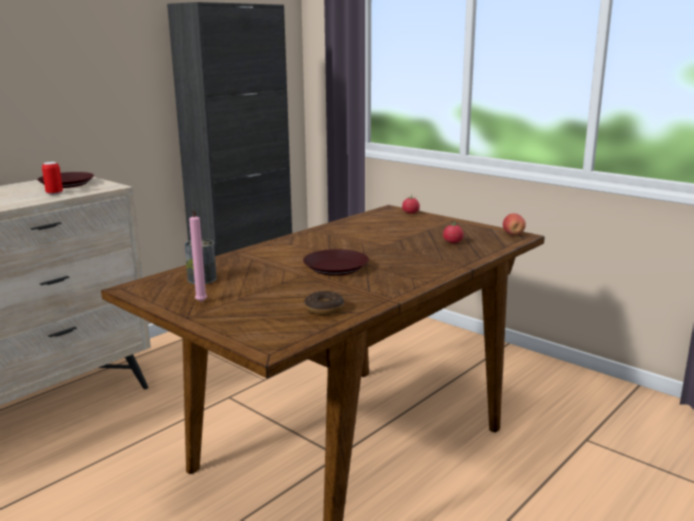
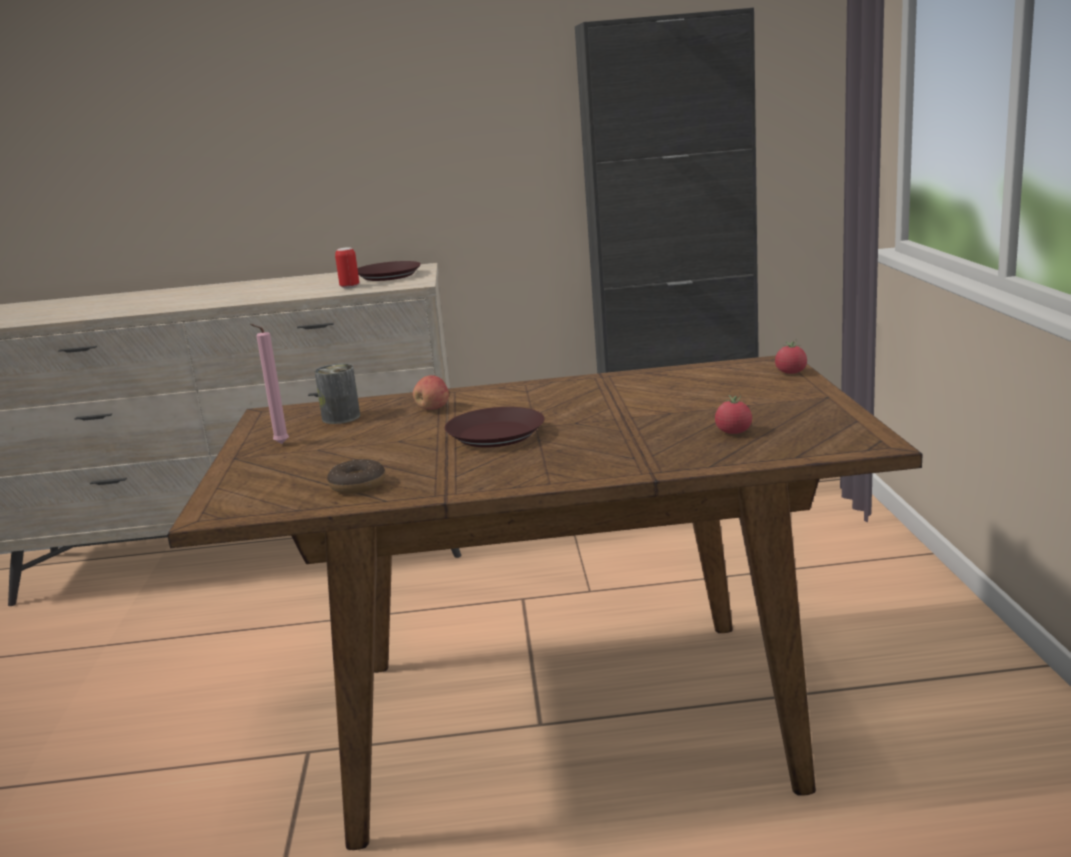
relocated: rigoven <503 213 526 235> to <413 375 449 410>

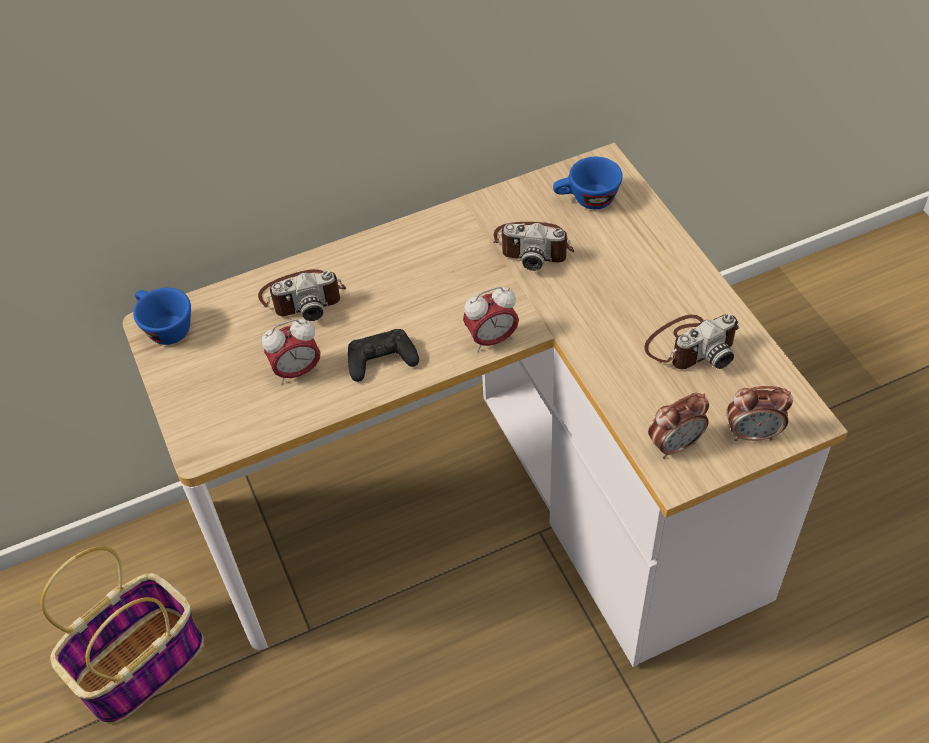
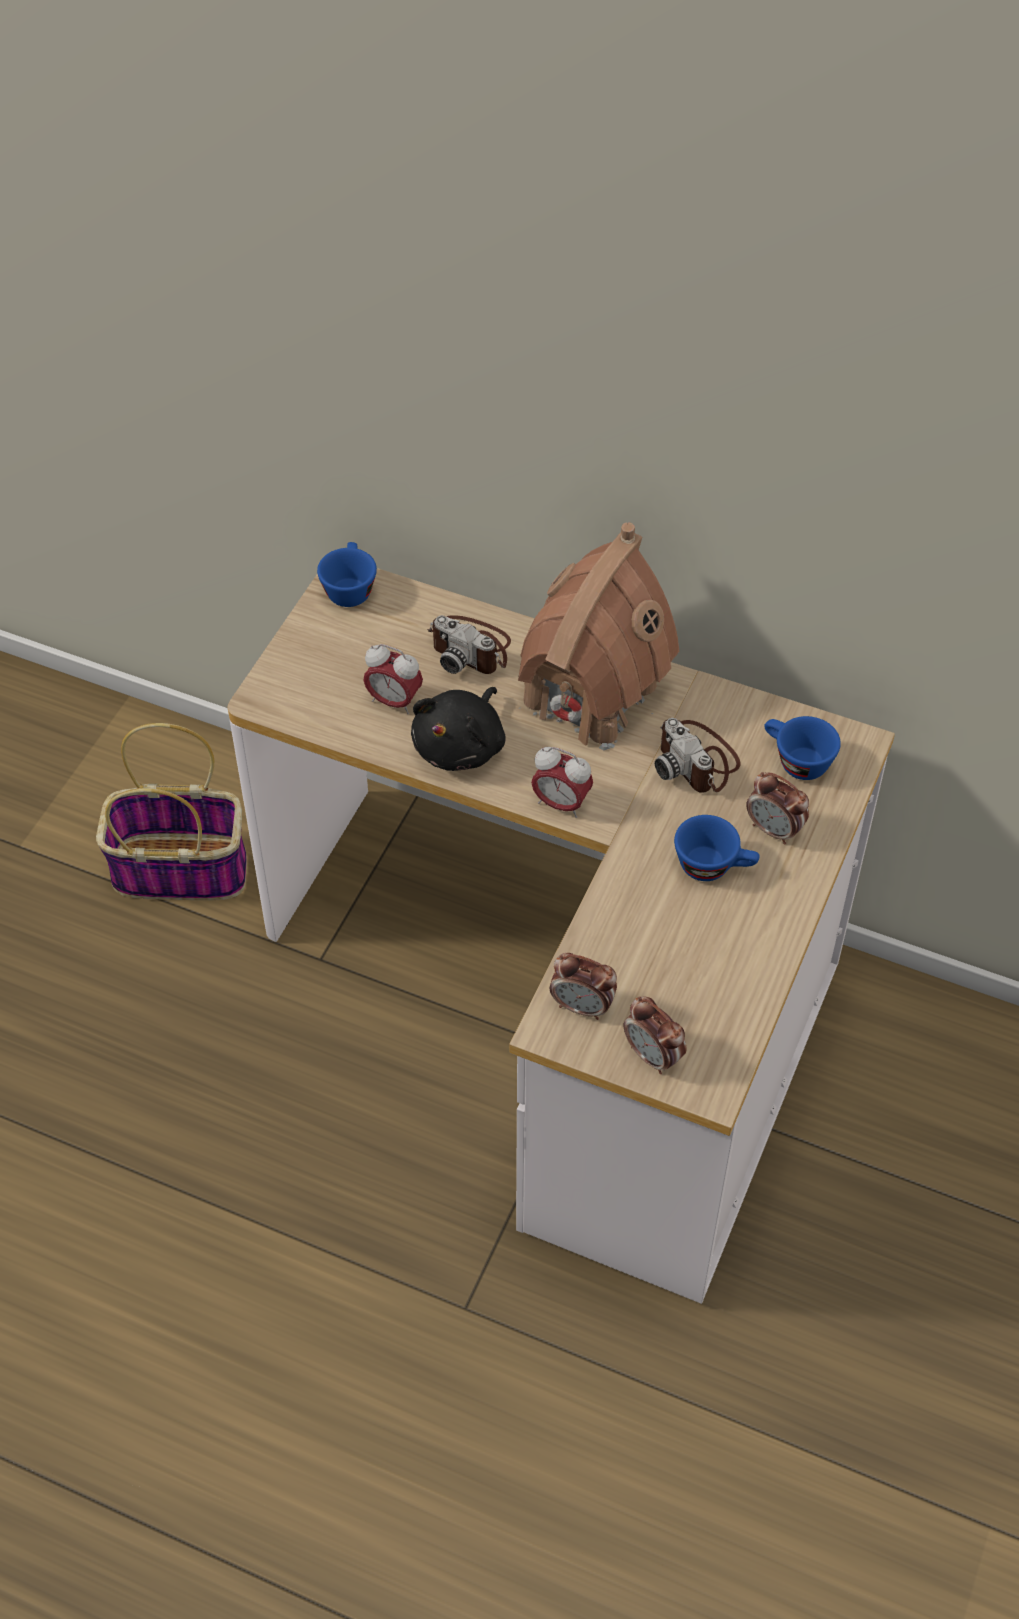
missing: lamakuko <644 314 739 369>
appeared: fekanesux <518 522 680 751>; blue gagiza <674 815 760 881>; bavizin <746 772 809 845>
exchanged: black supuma <348 329 419 382> to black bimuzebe <411 687 506 771>

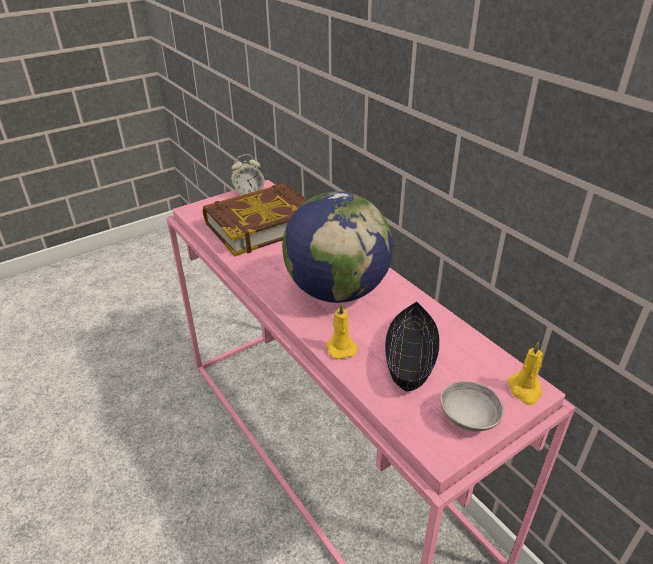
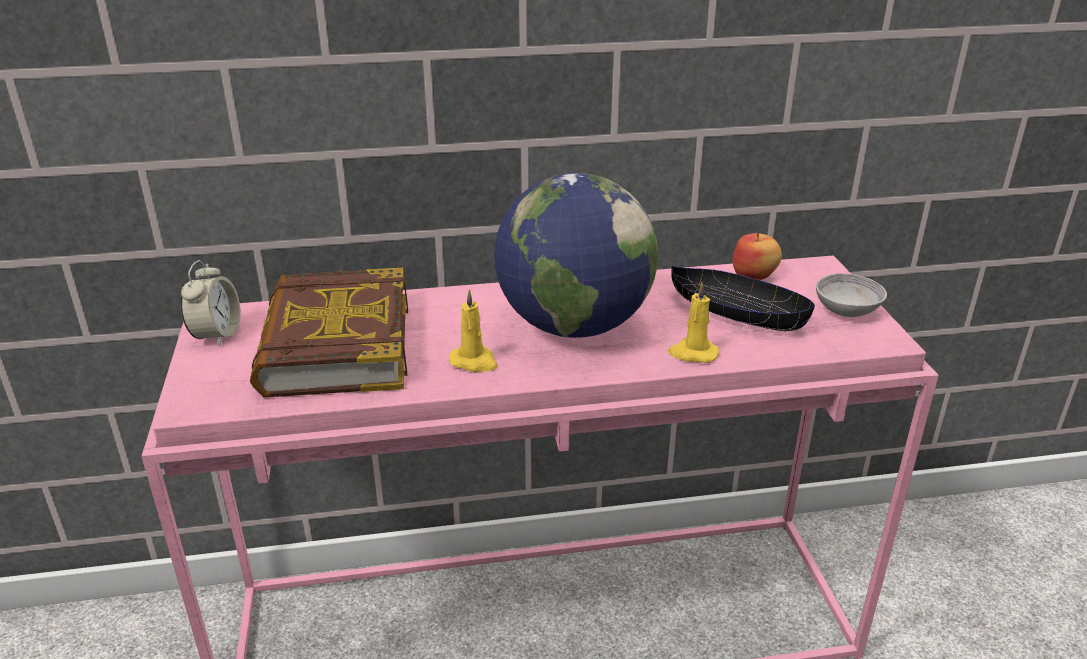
appeared: rigoven <732 233 782 280>
relocated: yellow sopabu <507 341 543 405> to <449 289 498 372>

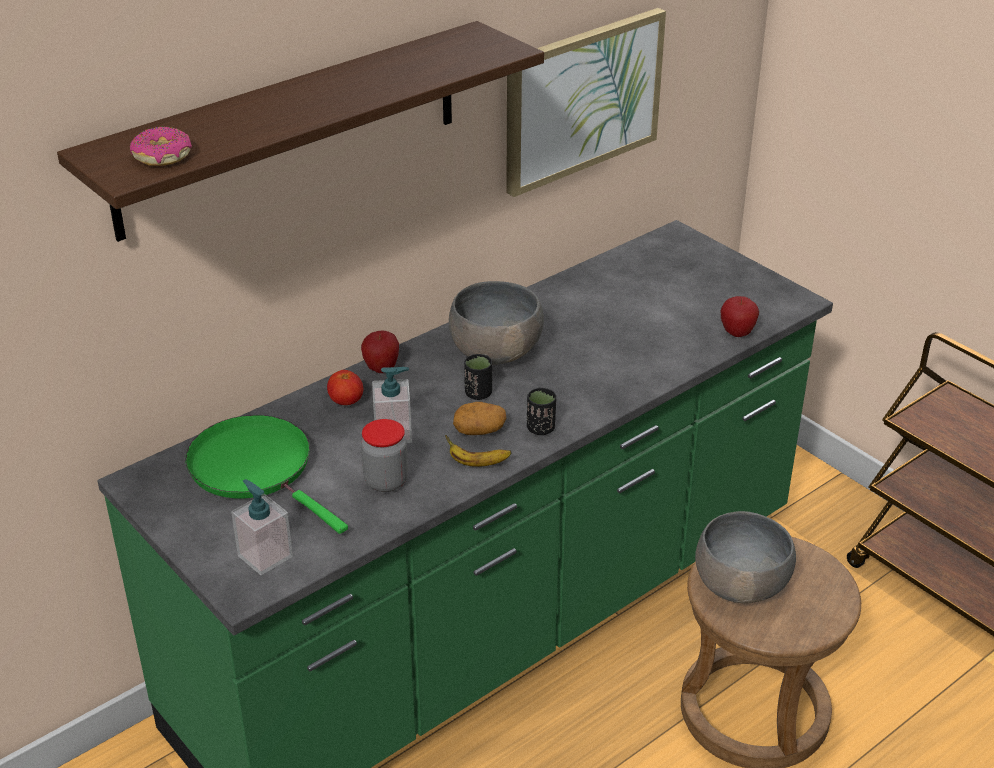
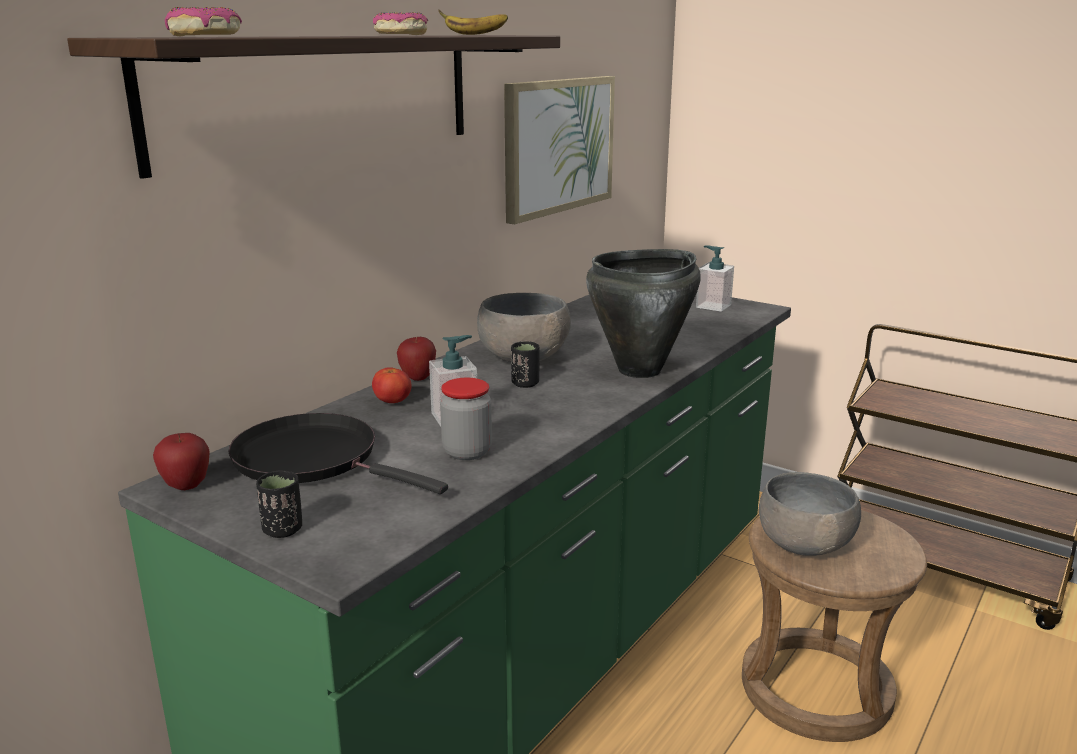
missing: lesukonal <453 402 507 435>
appeared: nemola <373 12 428 35>; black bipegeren <586 249 701 378>
relocated: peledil <231 479 293 575> to <696 245 734 312>; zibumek <445 435 512 467> to <438 10 508 35>; black gagiza <527 388 556 435> to <256 471 302 538>; rigoven <721 296 759 337> to <153 433 210 490>
colour: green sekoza <185 415 348 534> to black sekoza <228 413 448 494>

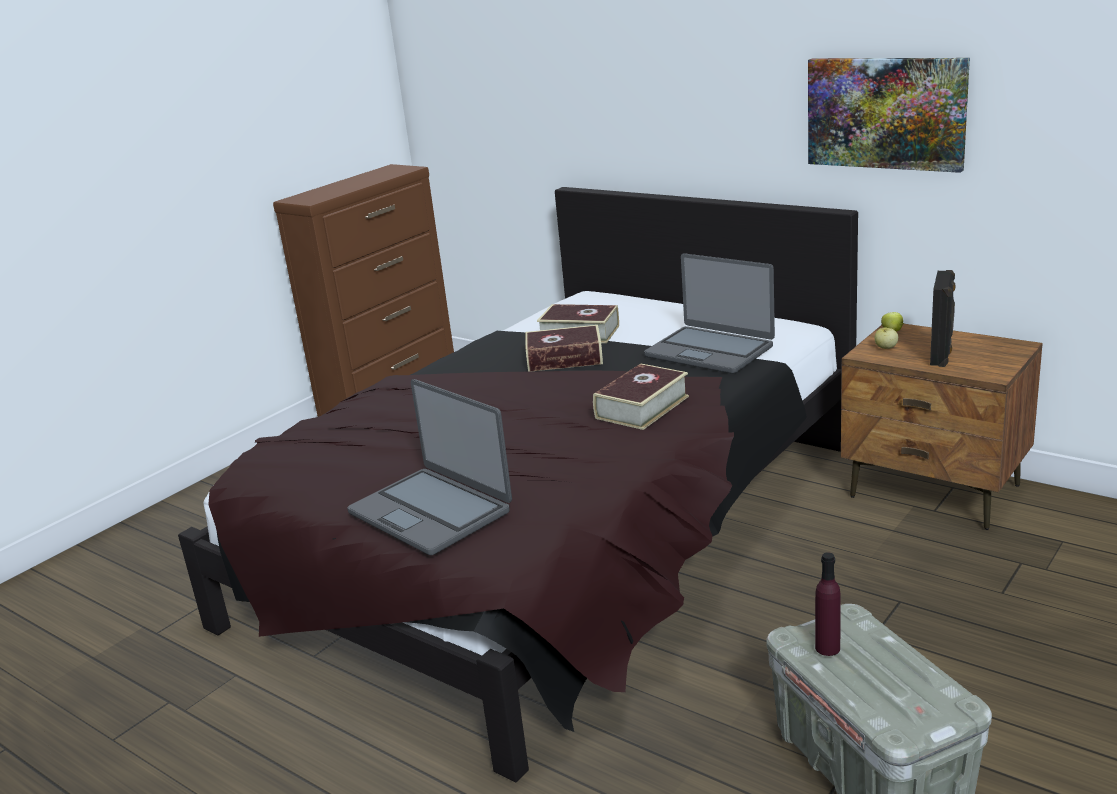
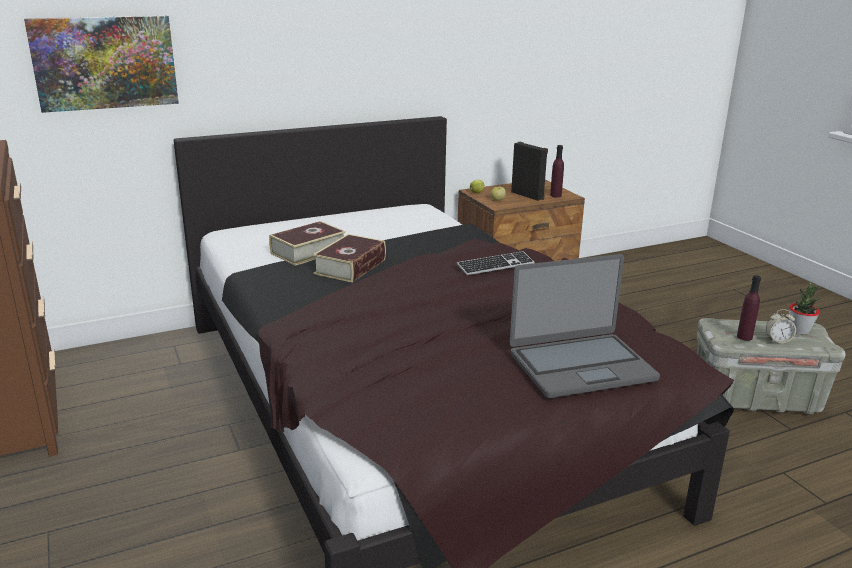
missing: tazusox <644 253 775 374>
appeared: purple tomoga <550 145 564 198>; bavizin <766 309 796 343>; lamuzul <789 282 820 335>
relocated: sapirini <808 58 970 173> to <24 15 179 113>
exchanged: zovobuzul <593 363 689 430> to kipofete <457 251 535 275>

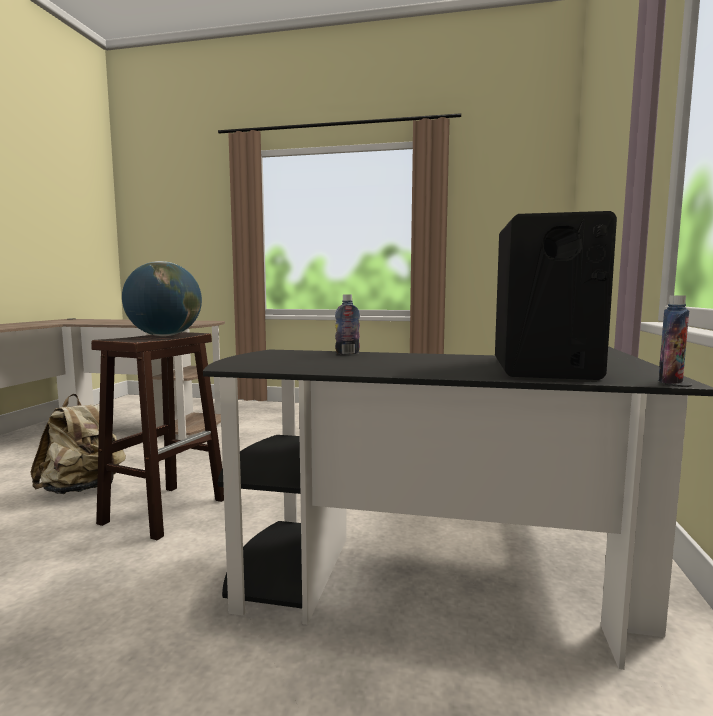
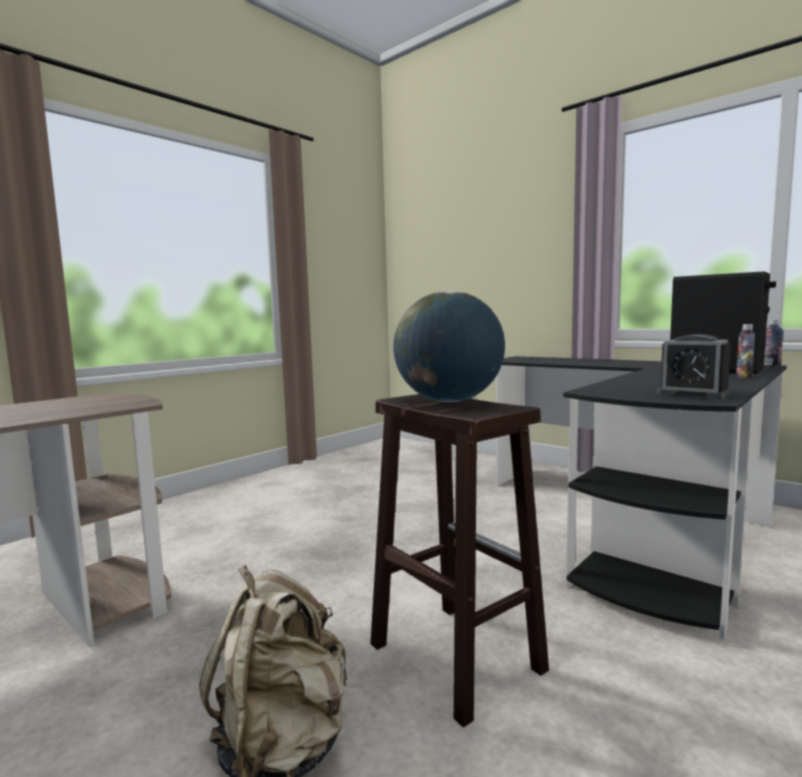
appeared: bavizin <657 334 731 399>
relocated: tomoga <335 294 360 354> to <736 324 755 378>

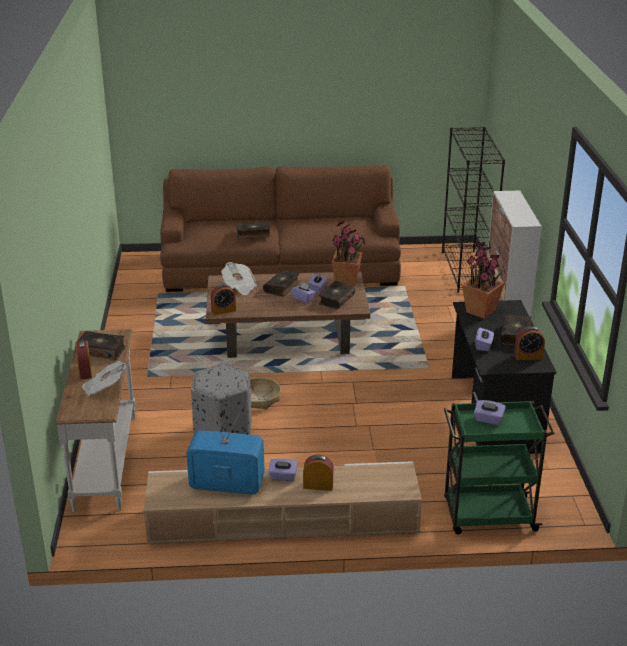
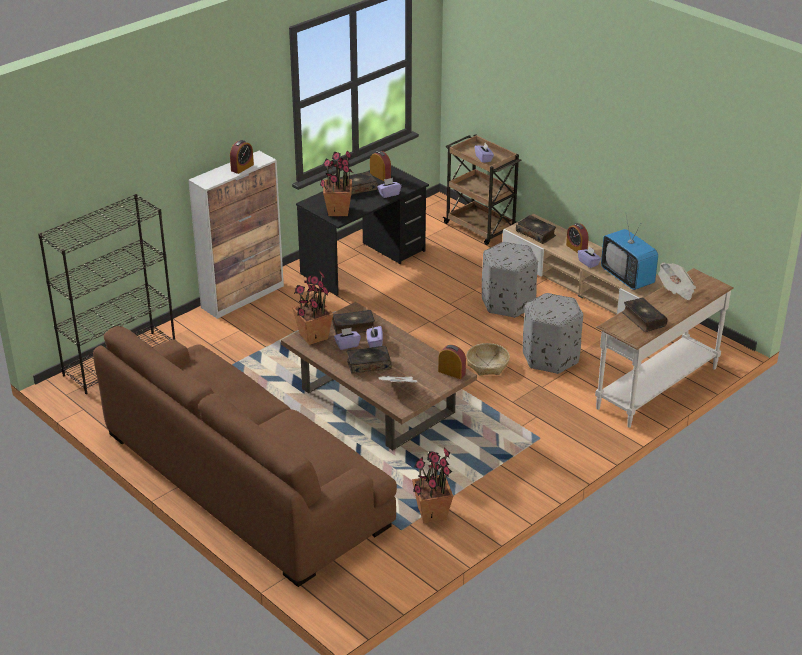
appeared: lamuzul <412 447 453 523>; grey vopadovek <482 242 538 318>
relocated: bavizin <75 340 92 380> to <230 140 254 174>; zovobuzul <237 222 270 240> to <516 215 556 244>
colour: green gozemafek <444 401 555 535> to brown gozemafek <443 134 521 245>

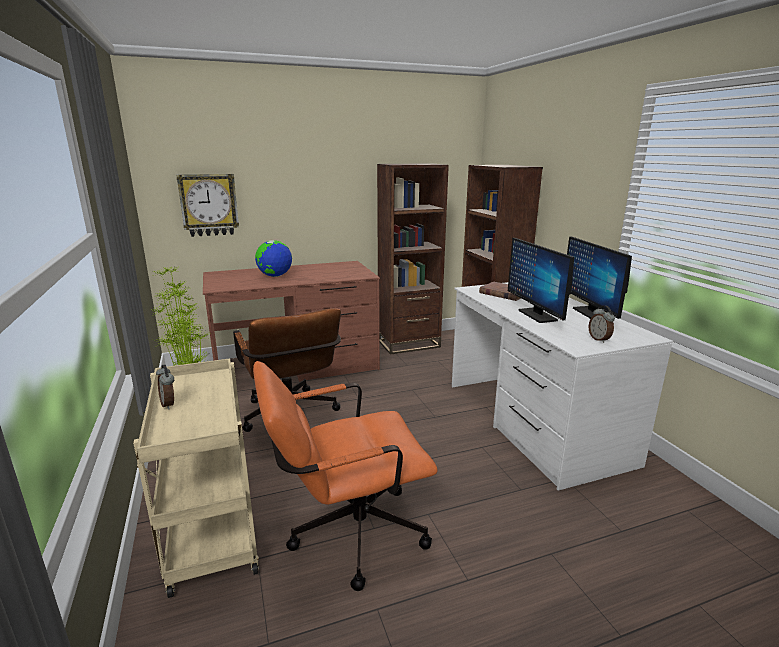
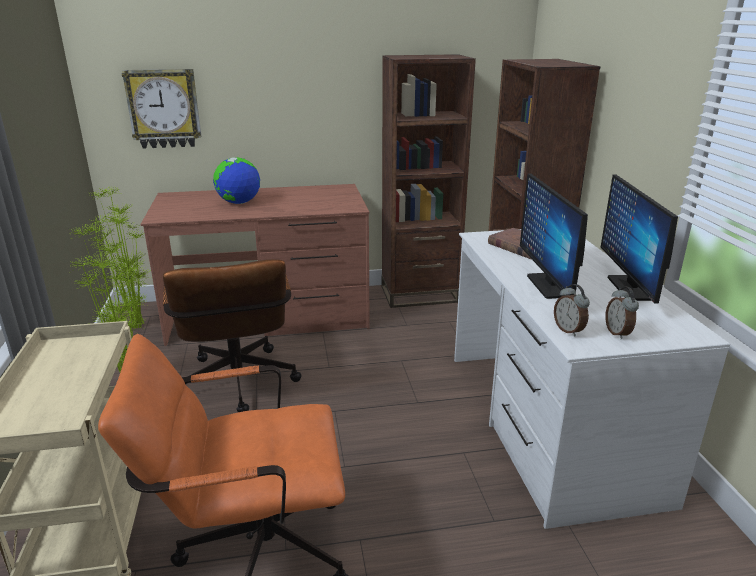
relocated: bavizin <156 365 174 410> to <554 284 590 337>

